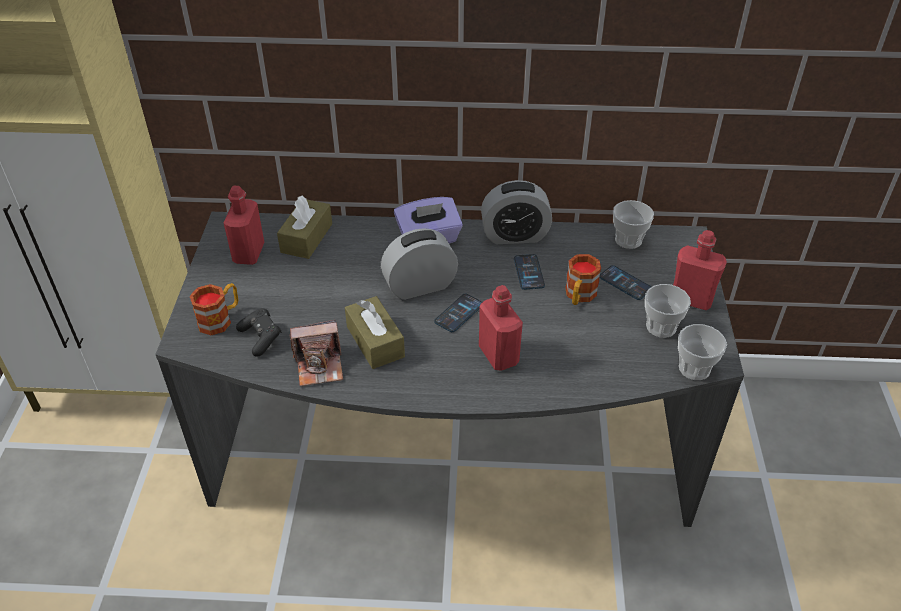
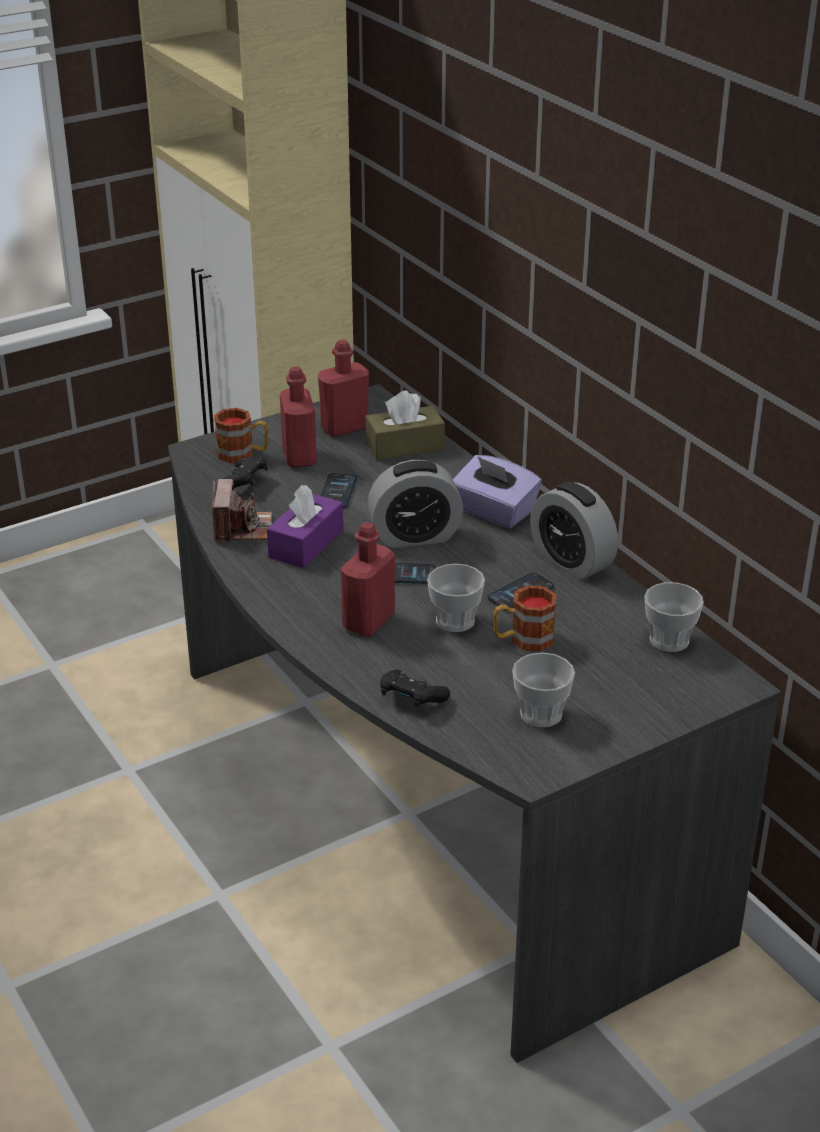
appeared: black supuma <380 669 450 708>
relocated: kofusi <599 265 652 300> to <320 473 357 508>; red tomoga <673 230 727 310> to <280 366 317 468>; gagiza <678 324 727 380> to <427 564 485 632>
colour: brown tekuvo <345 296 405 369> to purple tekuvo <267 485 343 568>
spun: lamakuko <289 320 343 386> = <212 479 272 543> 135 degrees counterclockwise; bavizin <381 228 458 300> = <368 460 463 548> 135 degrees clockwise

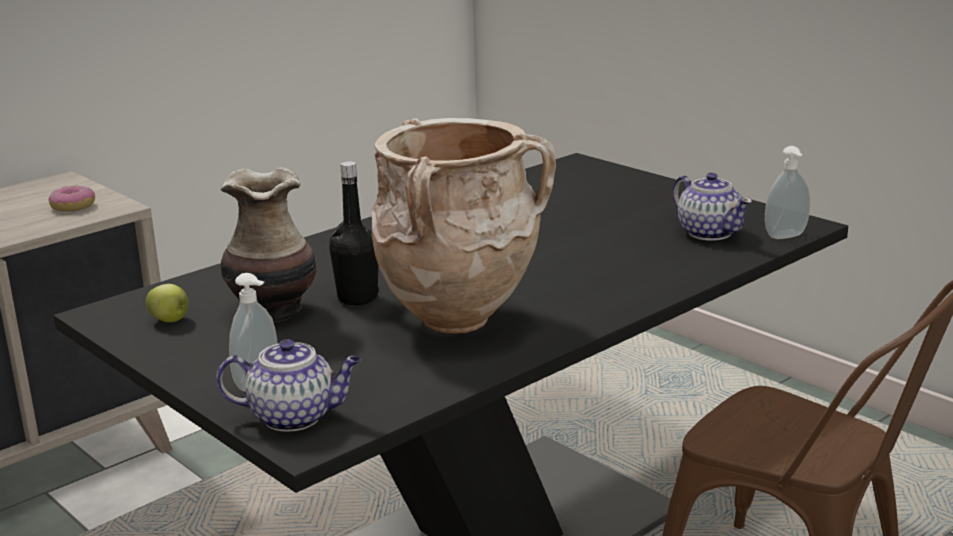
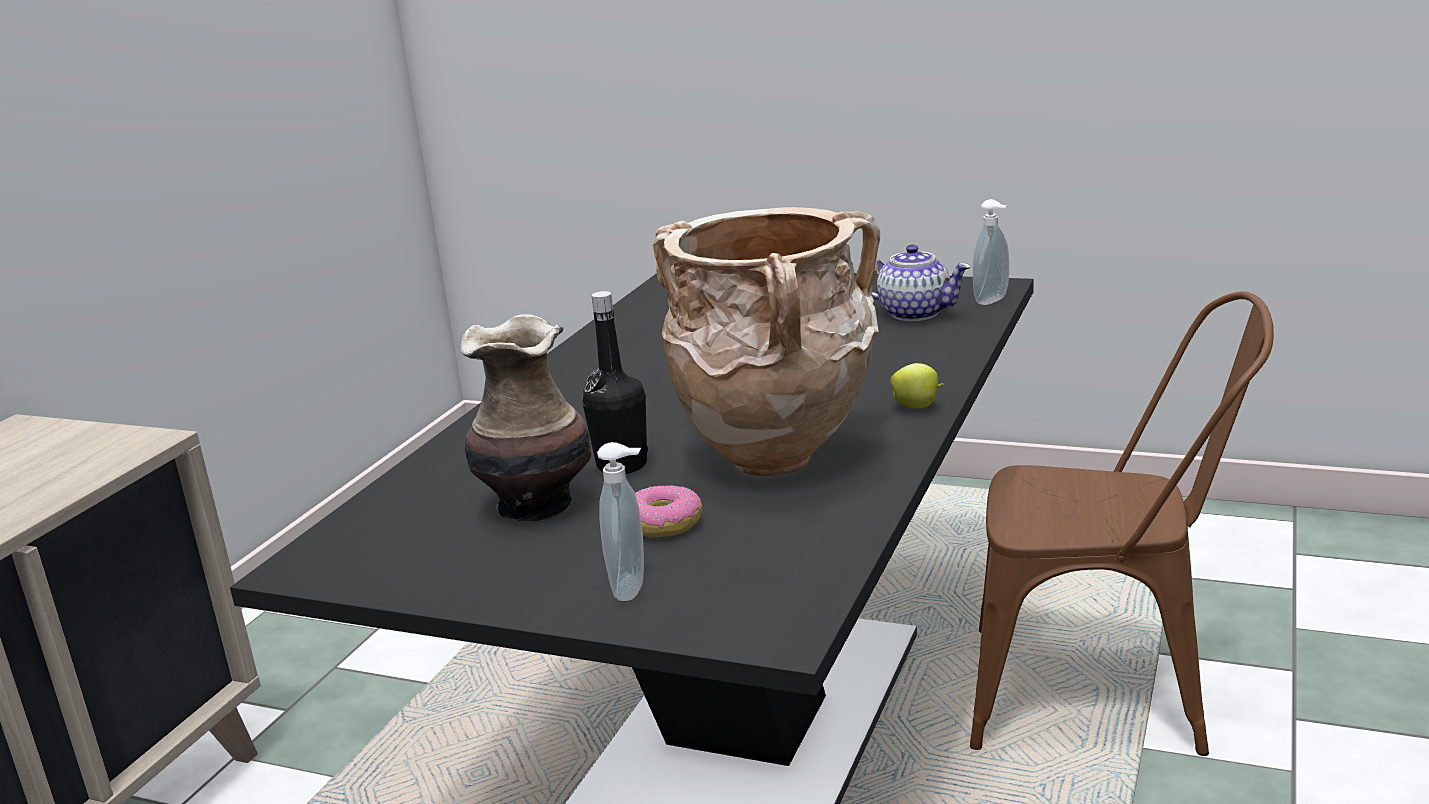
missing: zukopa <216 339 361 432>
relocated: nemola <48 186 95 212> to <635 485 702 537>; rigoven <146 284 188 322> to <890 363 944 409>

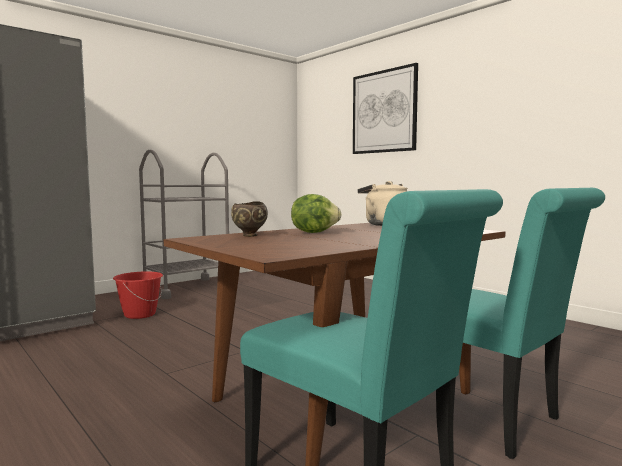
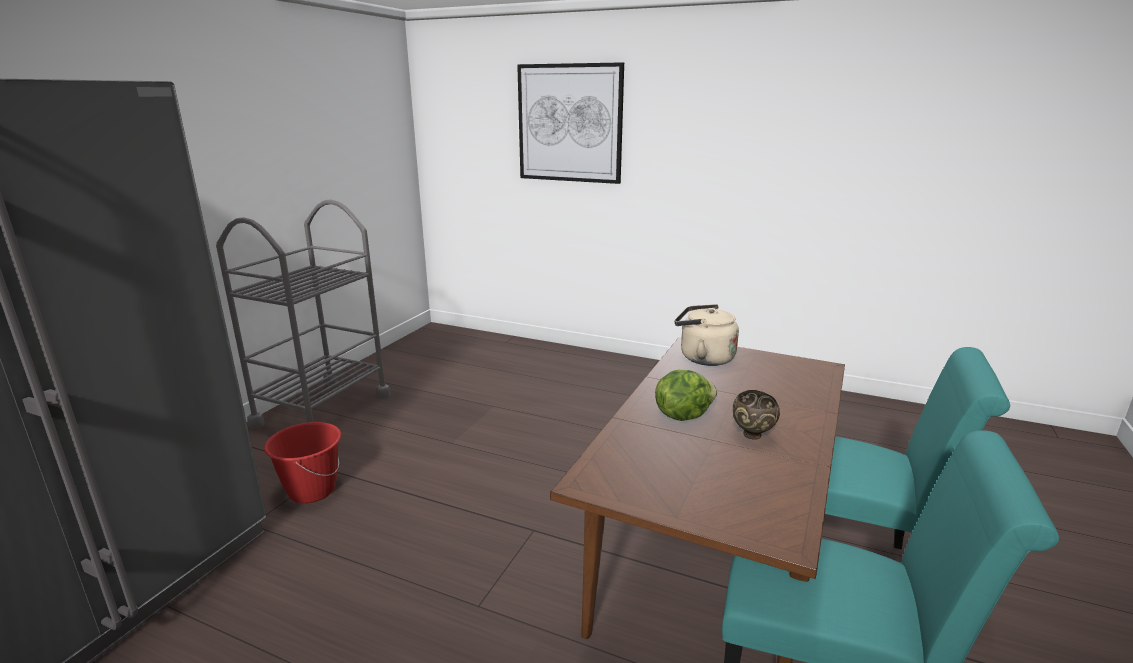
relocated: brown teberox <231 201 268 237> to <733 390 780 440>

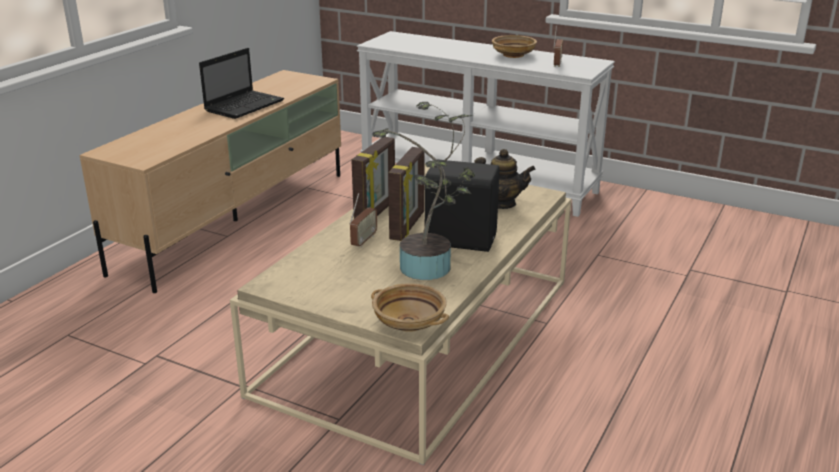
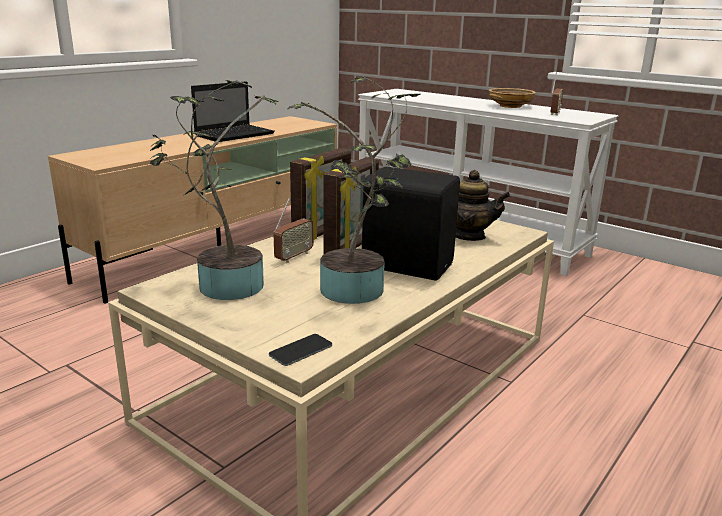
appeared: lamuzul <150 80 279 300>
exchanged: beige teberox <371 283 449 332> to kofusi <269 334 332 366>

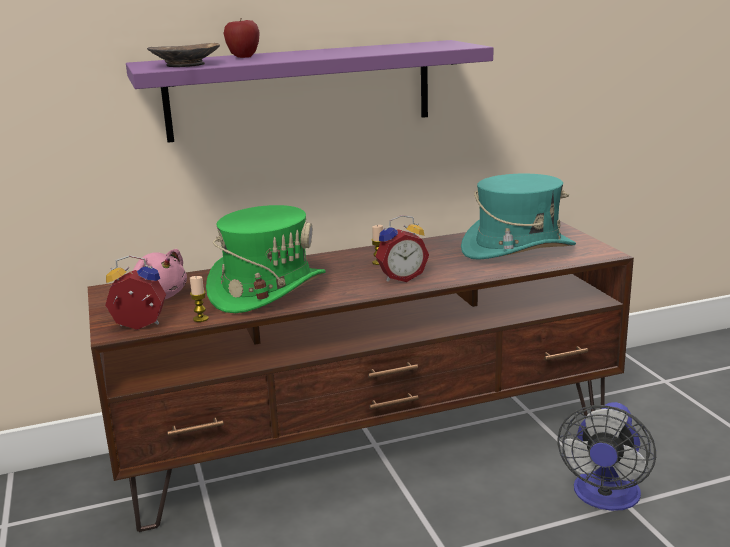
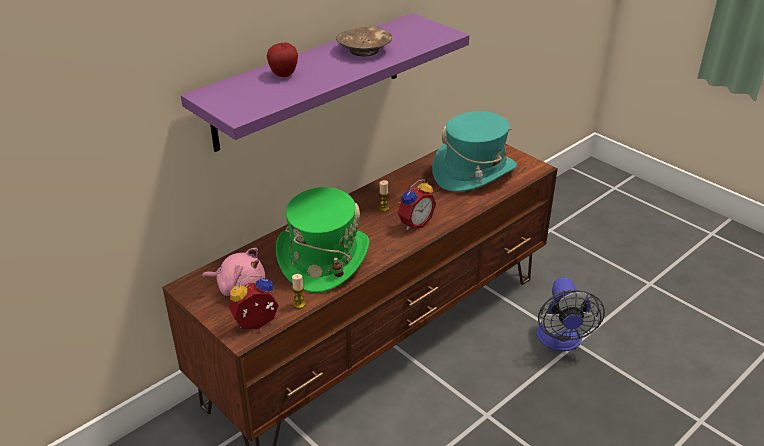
relocated: brown teberox <147 43 220 67> to <336 27 392 56>

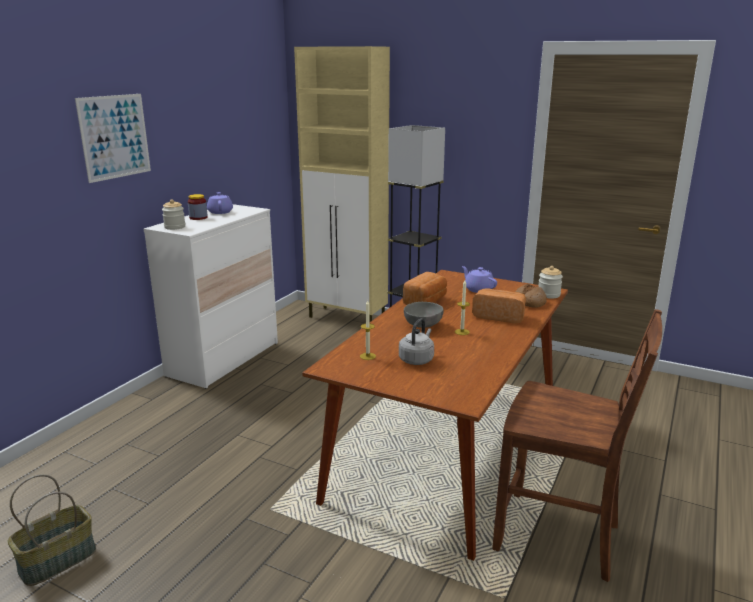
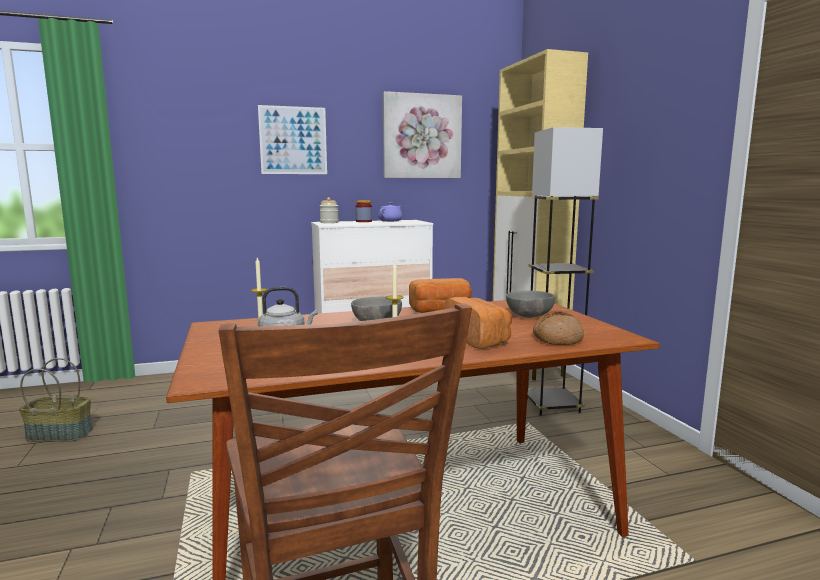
missing: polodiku <538 266 563 299>
appeared: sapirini <383 91 462 178>
exchanged: purple zukopa <462 266 497 293> to grey teberox <506 291 555 318>

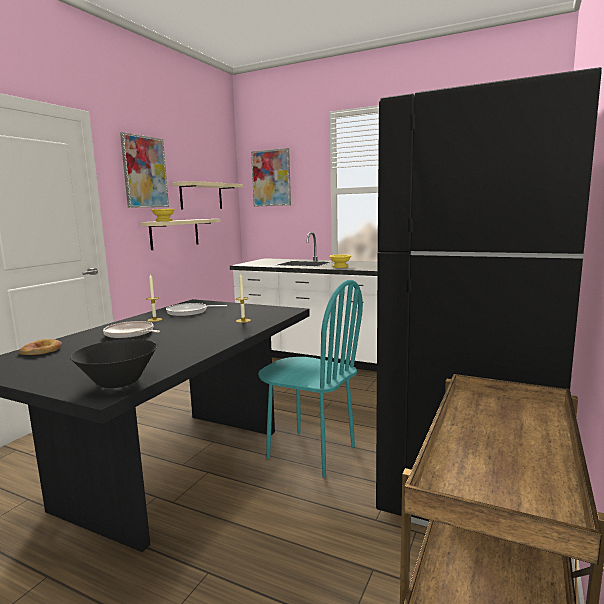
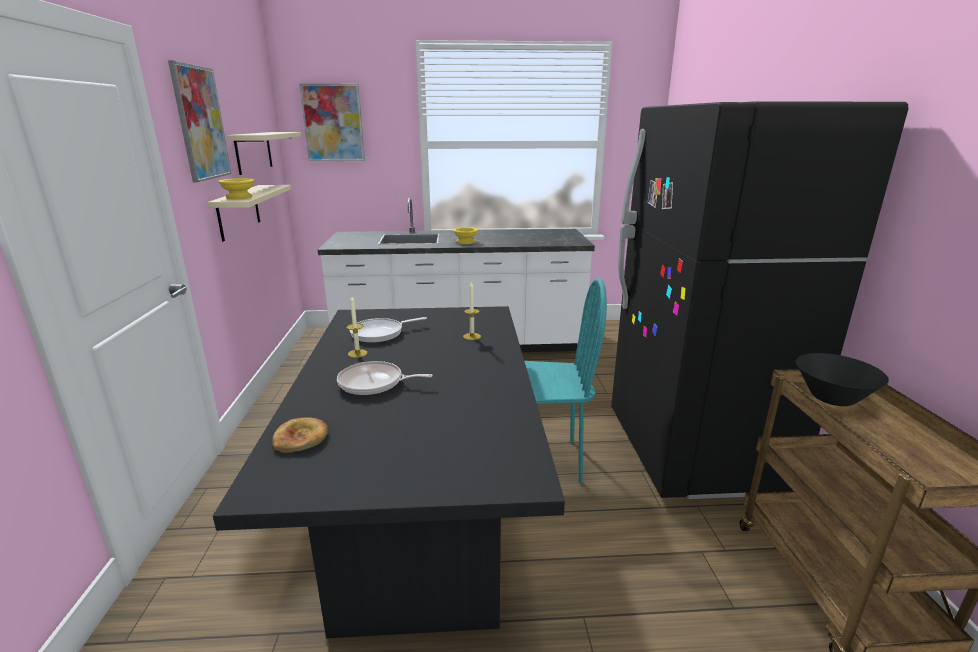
relocated: black teberox <70 339 157 388> to <796 353 889 406>

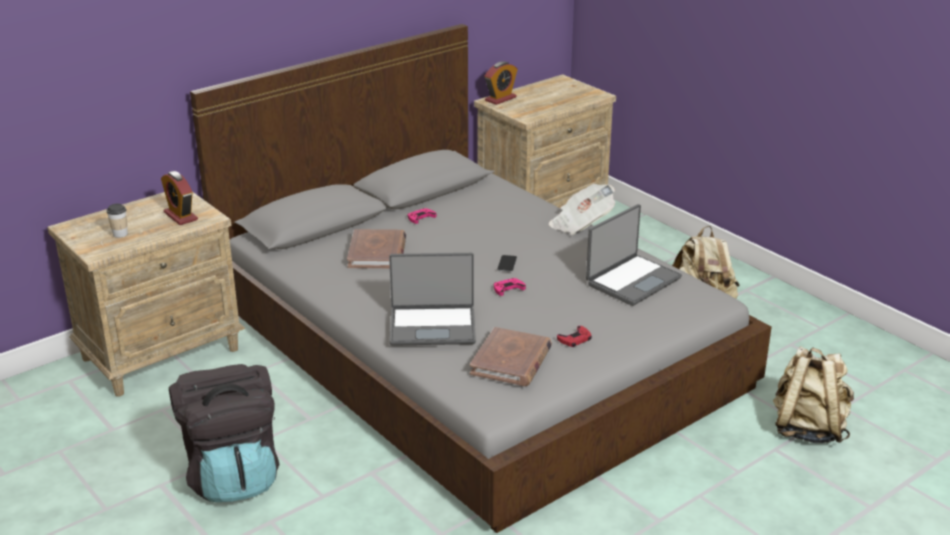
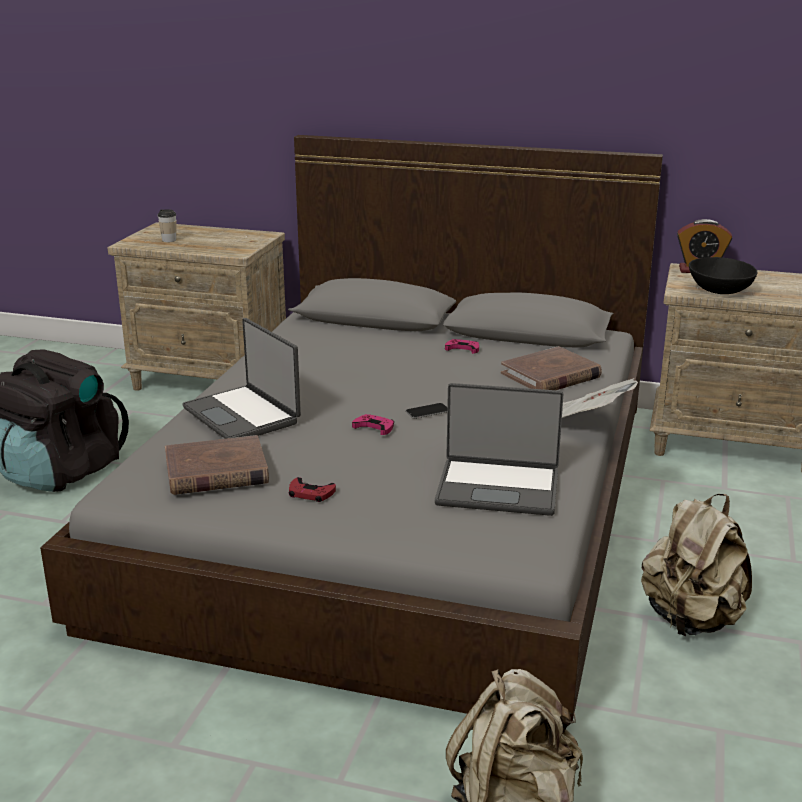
missing: bavizin <161 171 198 225>
appeared: black teberox <689 257 758 294>
relocated: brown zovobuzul <347 229 406 269> to <501 346 602 390>

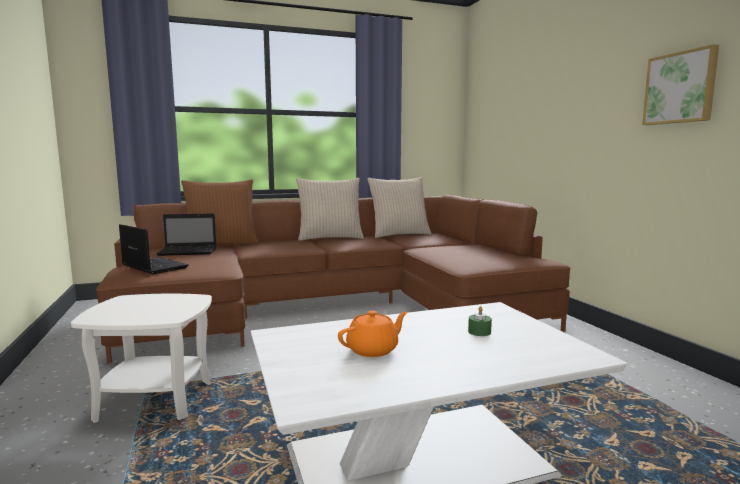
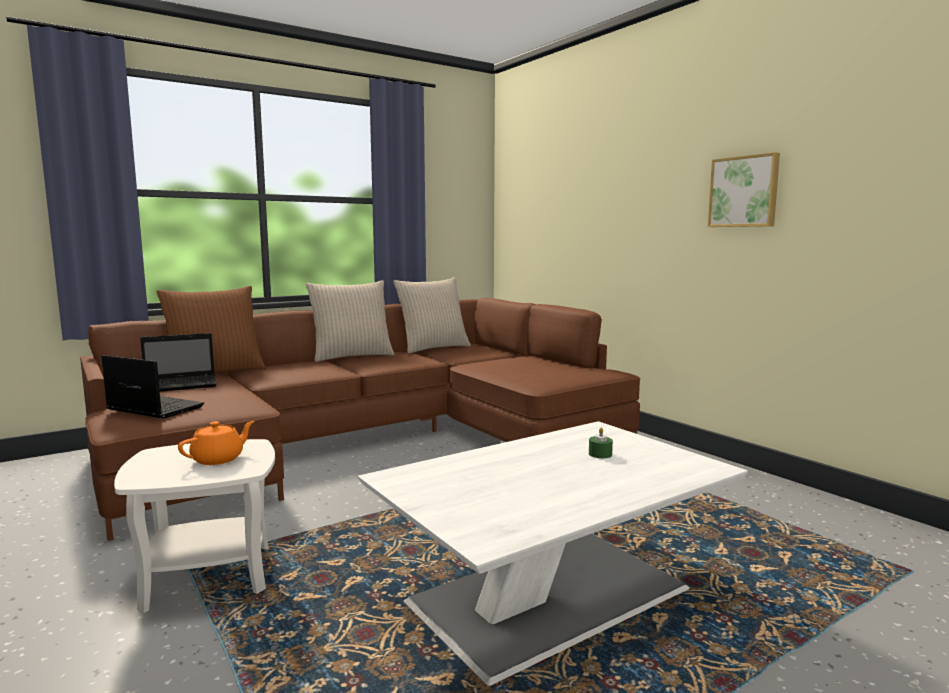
relocated: orange zukopa <338 310 408 357> to <178 421 254 465>

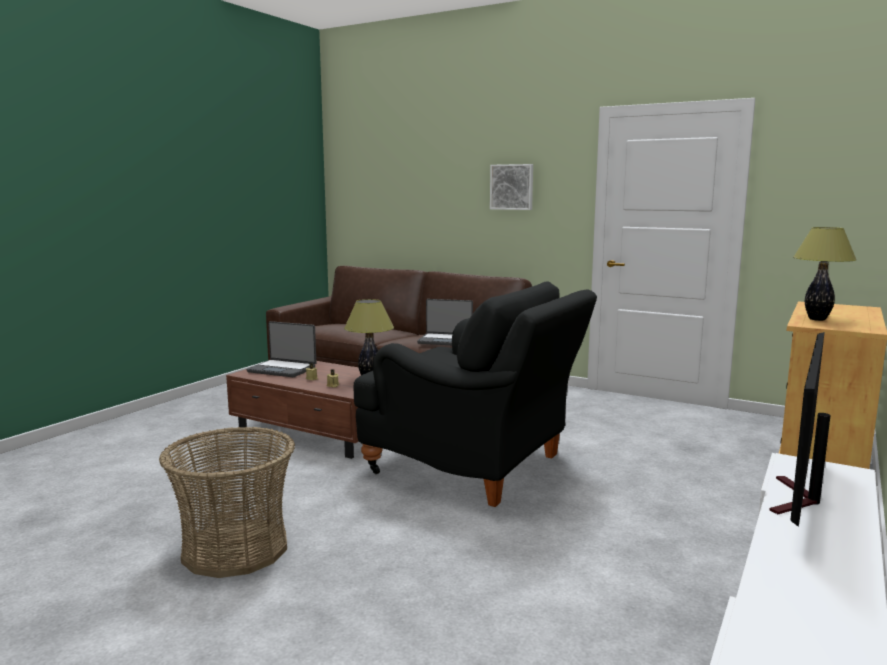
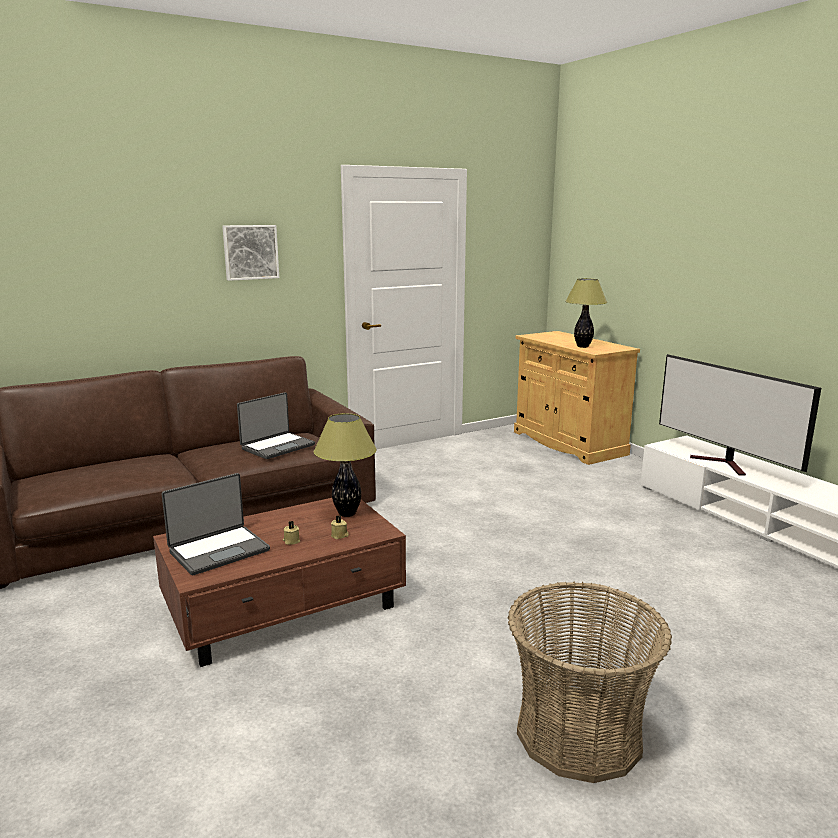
missing: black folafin <354 281 597 507>

